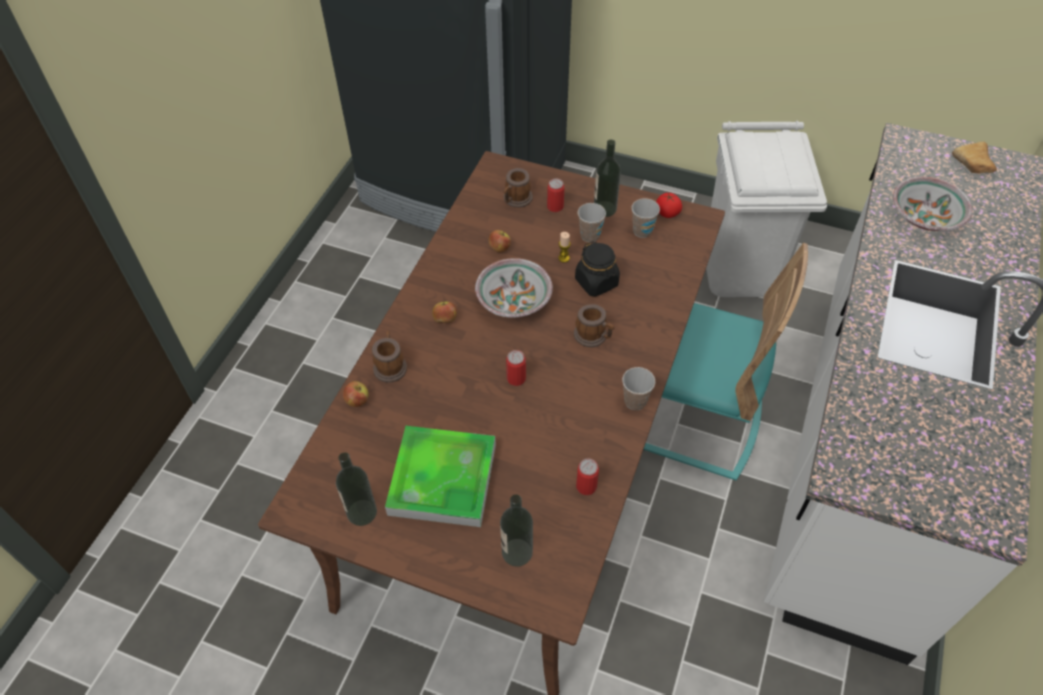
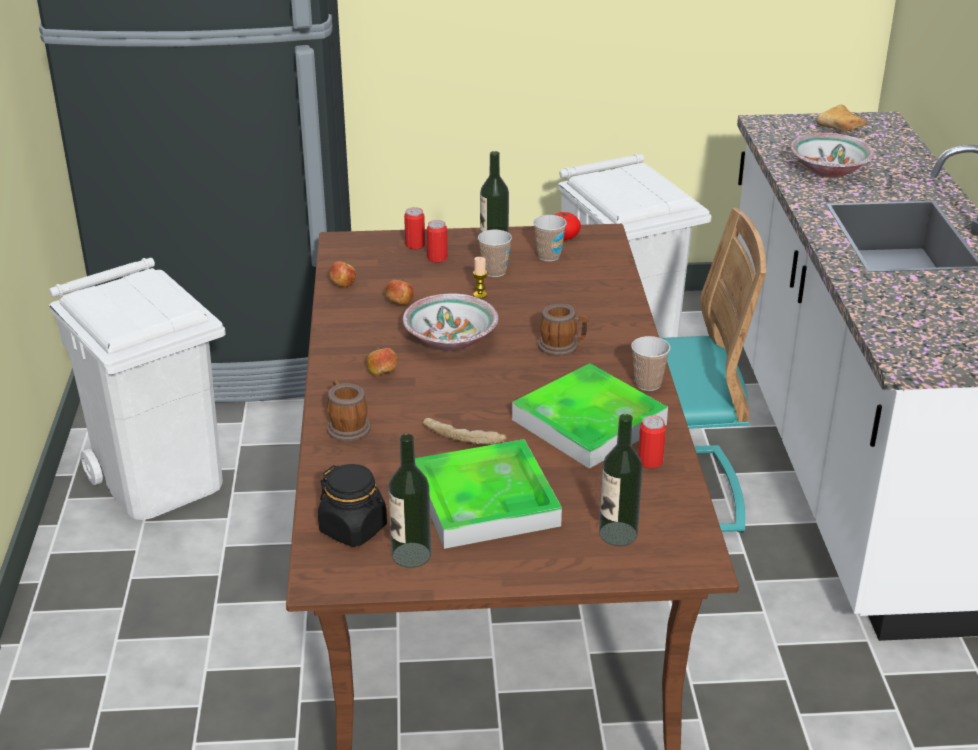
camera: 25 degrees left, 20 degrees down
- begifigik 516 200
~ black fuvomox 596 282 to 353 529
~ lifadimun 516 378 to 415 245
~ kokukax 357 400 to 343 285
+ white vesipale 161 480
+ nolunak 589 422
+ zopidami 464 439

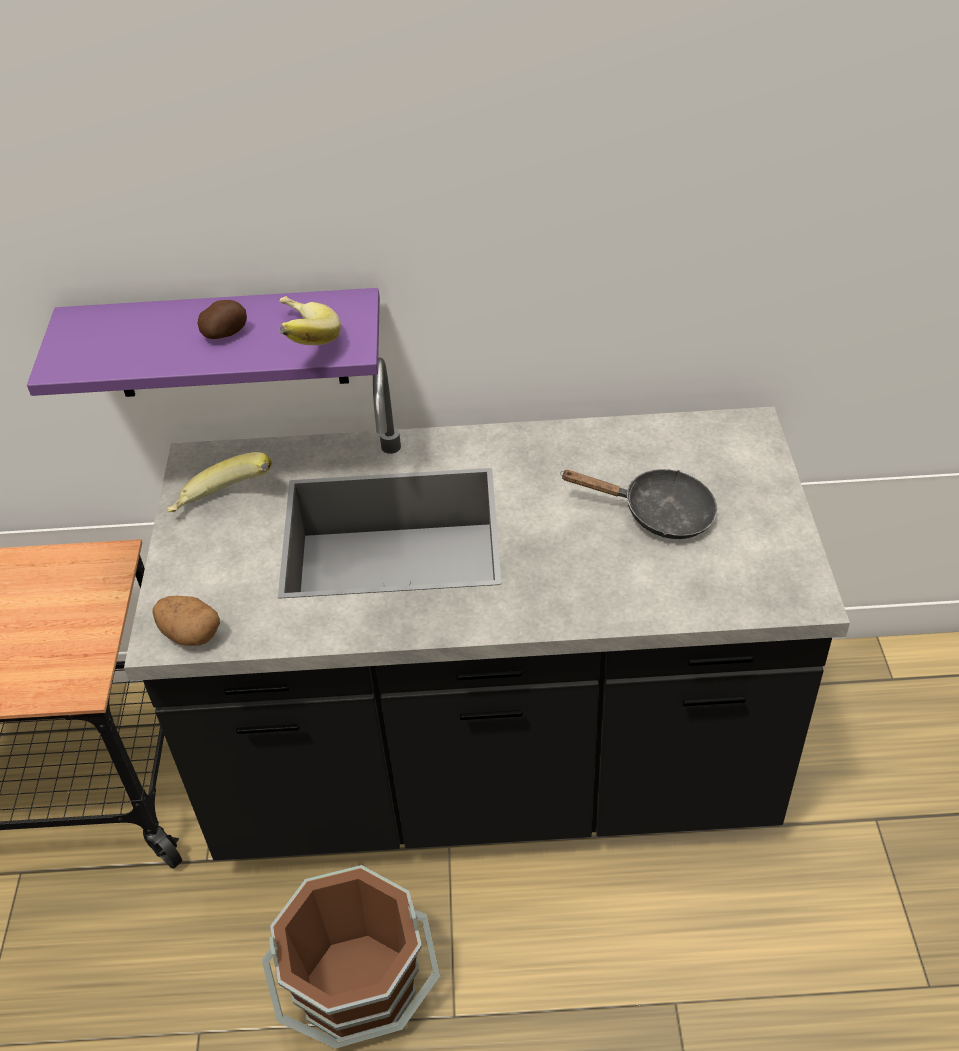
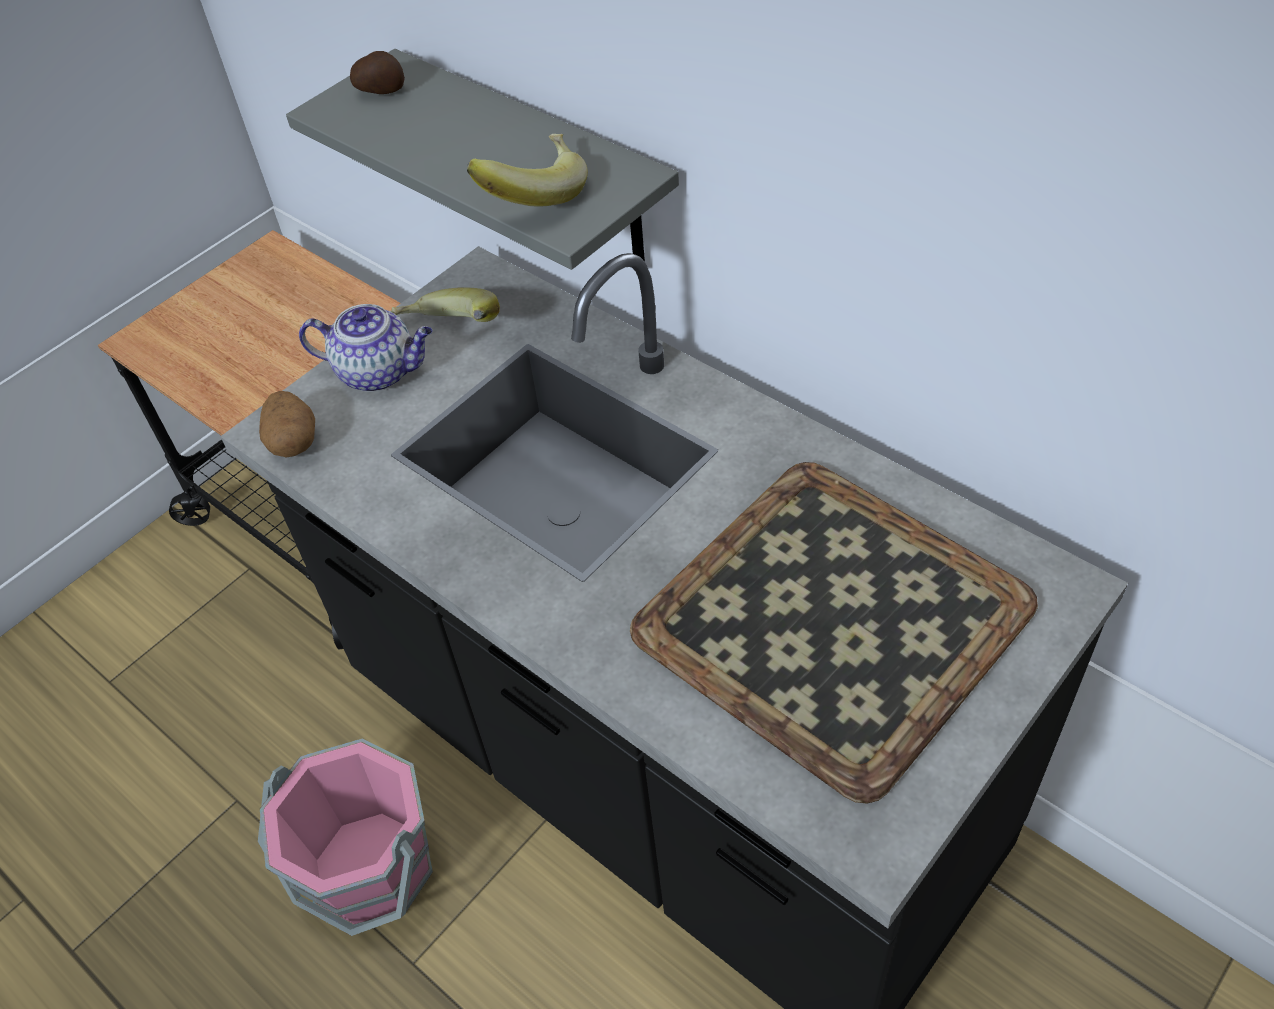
camera: 45 degrees right, 5 degrees up
~ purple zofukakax 227 343 to grey zofukakax 535 164
~ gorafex 225 334 to 382 91
~ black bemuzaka 658 513 to nolunak 828 619
~ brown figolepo 359 988 to pink figolepo 370 870
+ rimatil 379 372

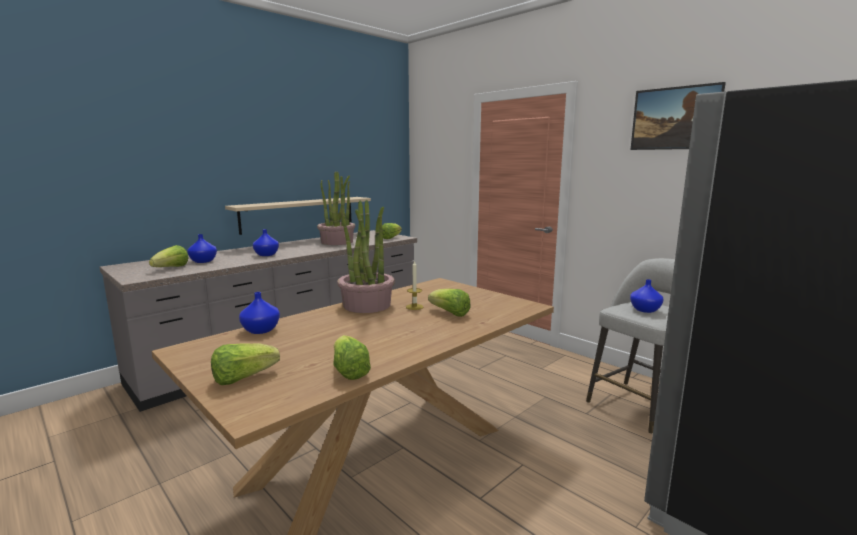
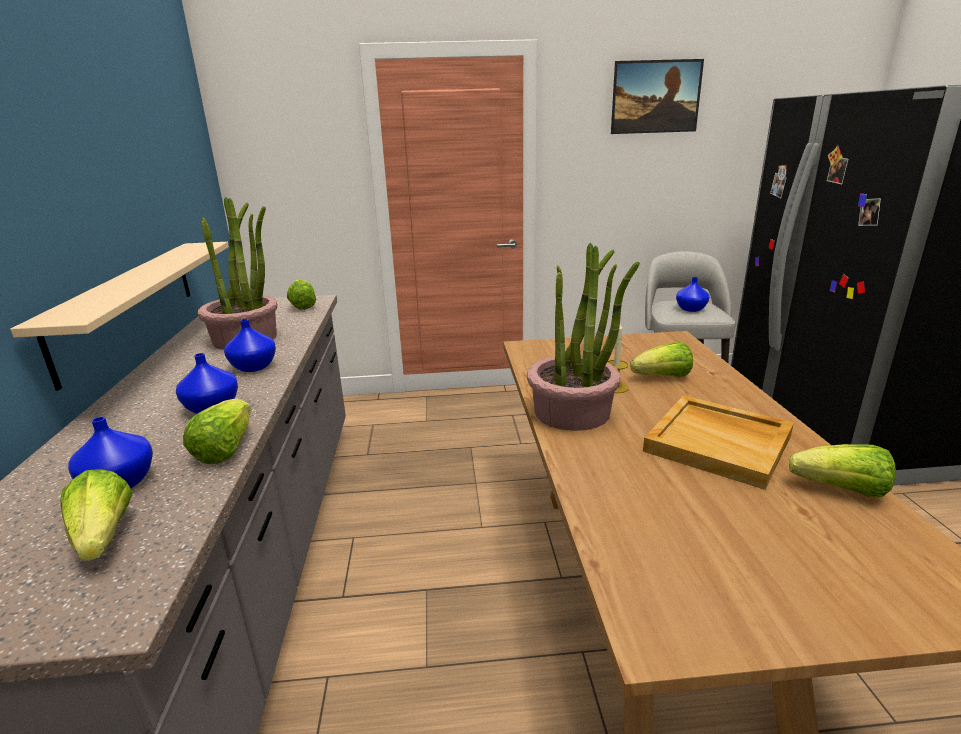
camera: 50 degrees left, 10 degrees up
~ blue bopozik 261 330 to 255 366
~ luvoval 243 378 to 225 449
+ beige nolunak 719 443

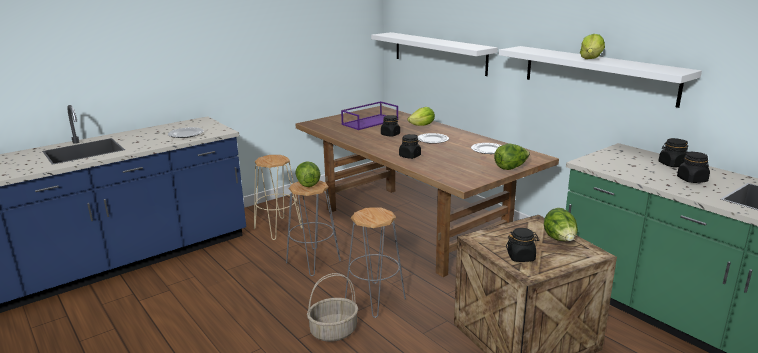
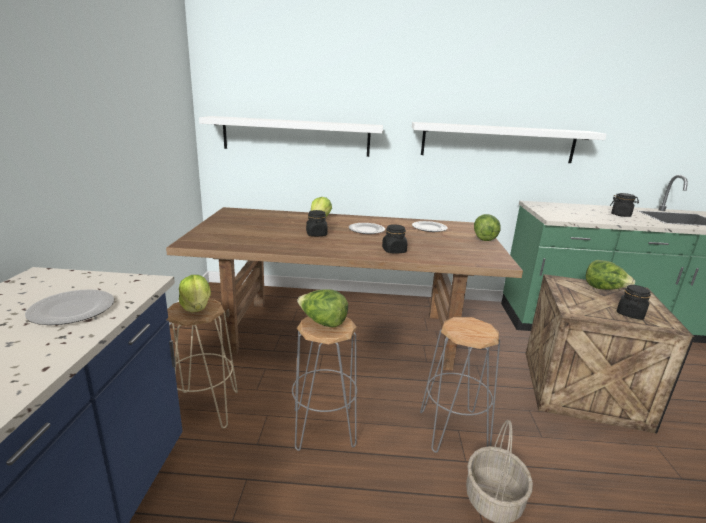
camera: 50 degrees left, 0 degrees up
~ luvoval 591 59 to 196 308
- purple nolunak 370 122
- black fuvomox 672 164

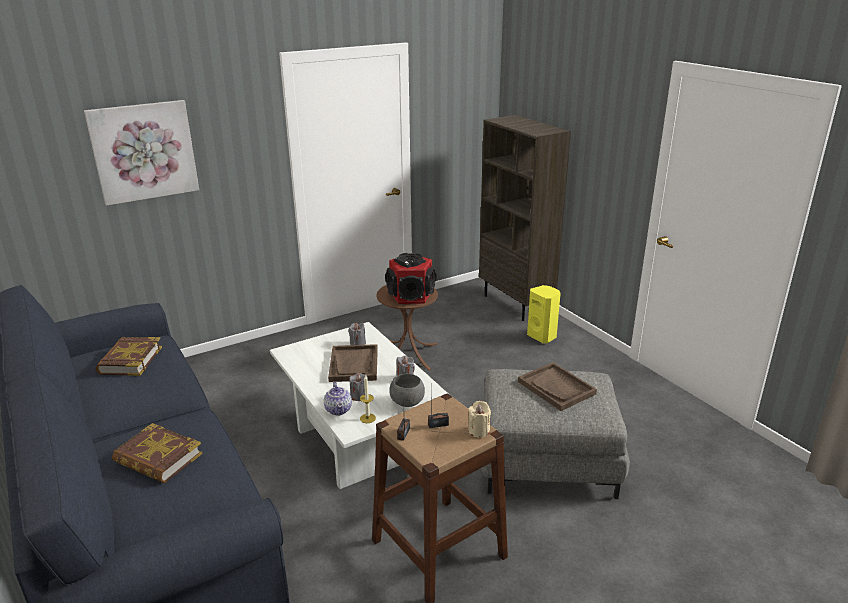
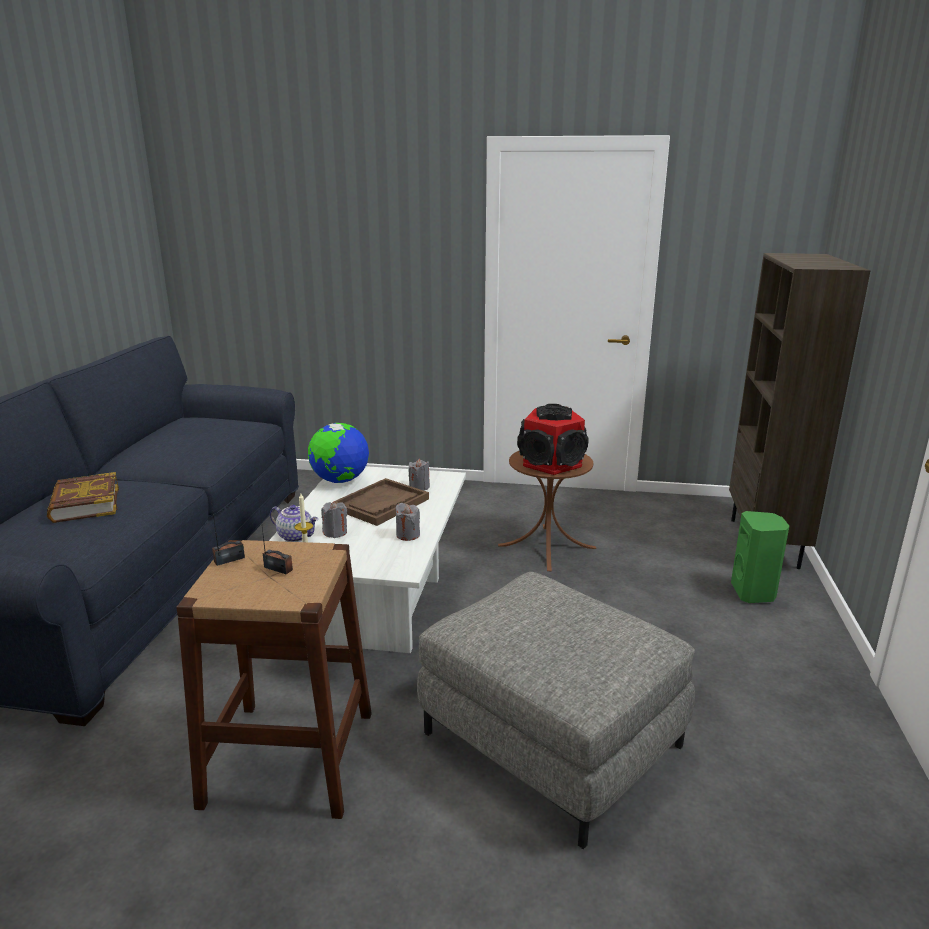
camera: 40 degrees right, 5 degrees down
- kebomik 144 151
~ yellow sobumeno 542 336 to green sobumeno 754 593
- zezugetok 130 360
- brown nolunak 556 388
- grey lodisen 407 403
~ rimatil 339 410 = 296 536 90 degrees counterclockwise
- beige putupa 479 431
+ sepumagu 340 481

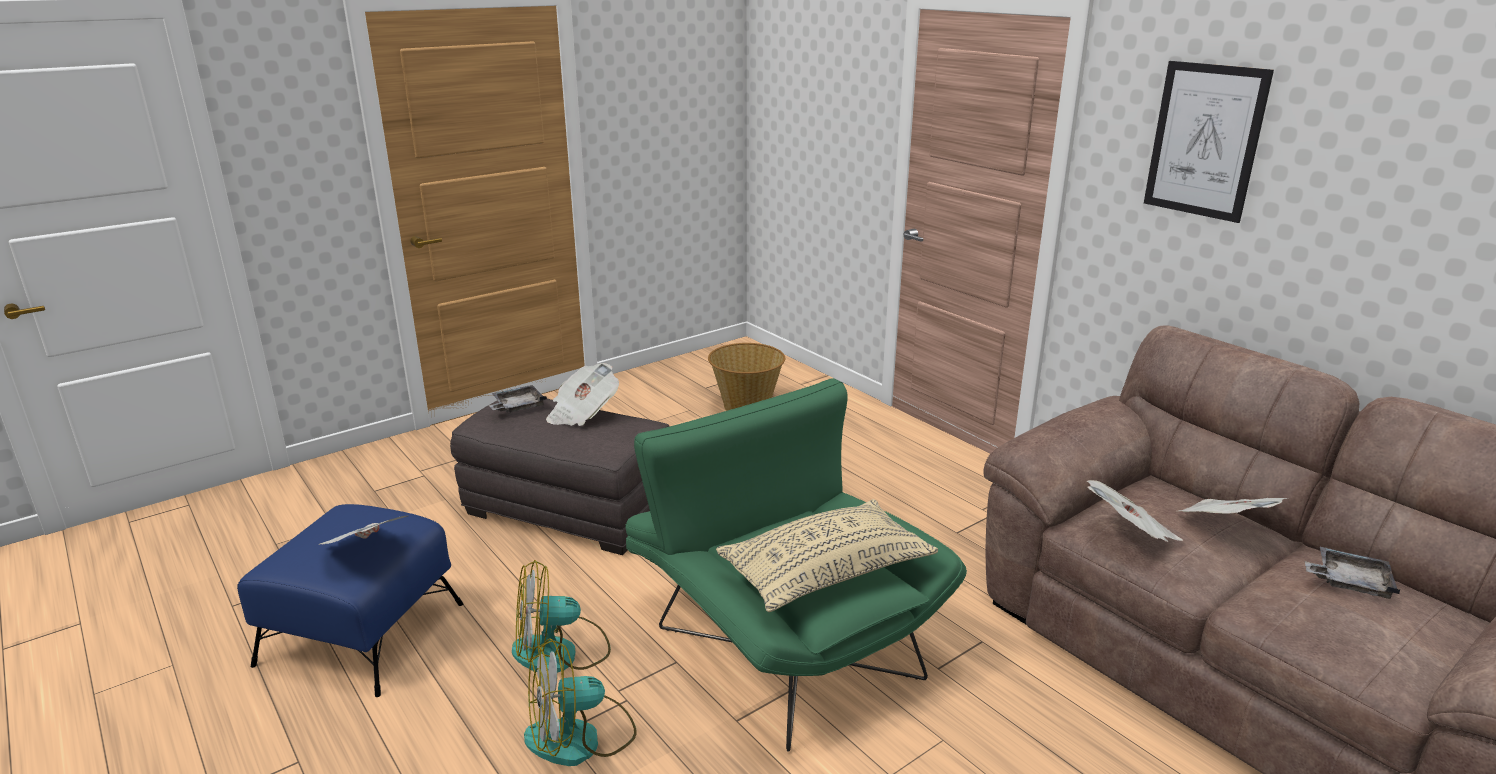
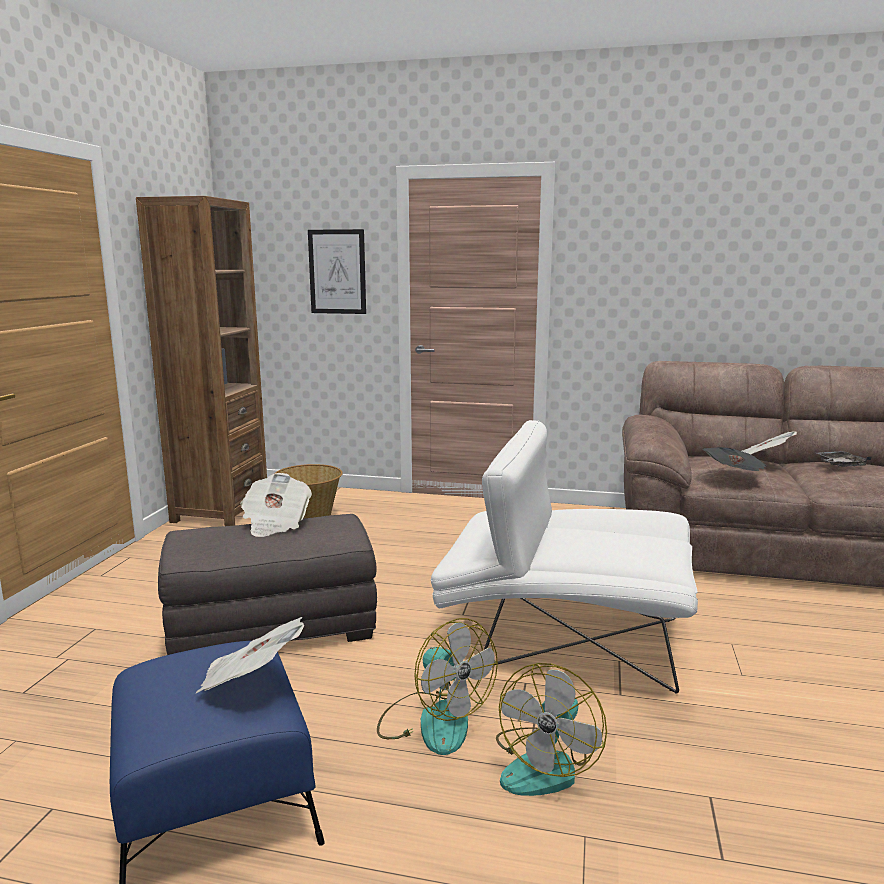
camera: 40 degrees left, 10 degrees down
~ kebomik 1205 141 to 337 272
~ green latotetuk 780 638 to white latotetuk 563 637
- grey nolunak 518 406
- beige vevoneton 826 572
~ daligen 560 653 = 433 721 75 degrees counterclockwise
+ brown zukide 220 511

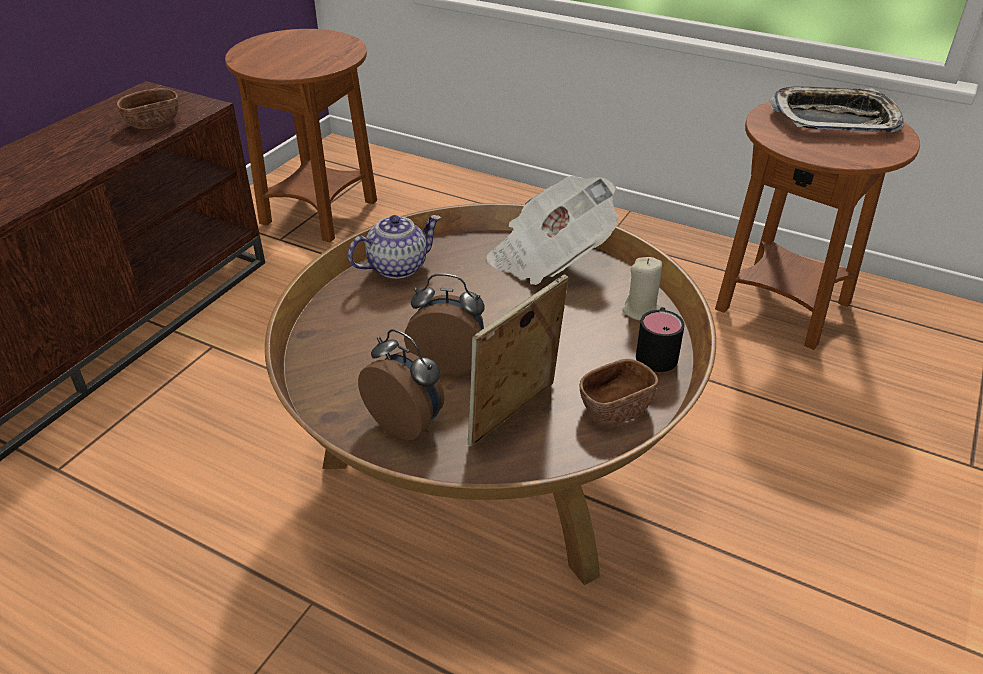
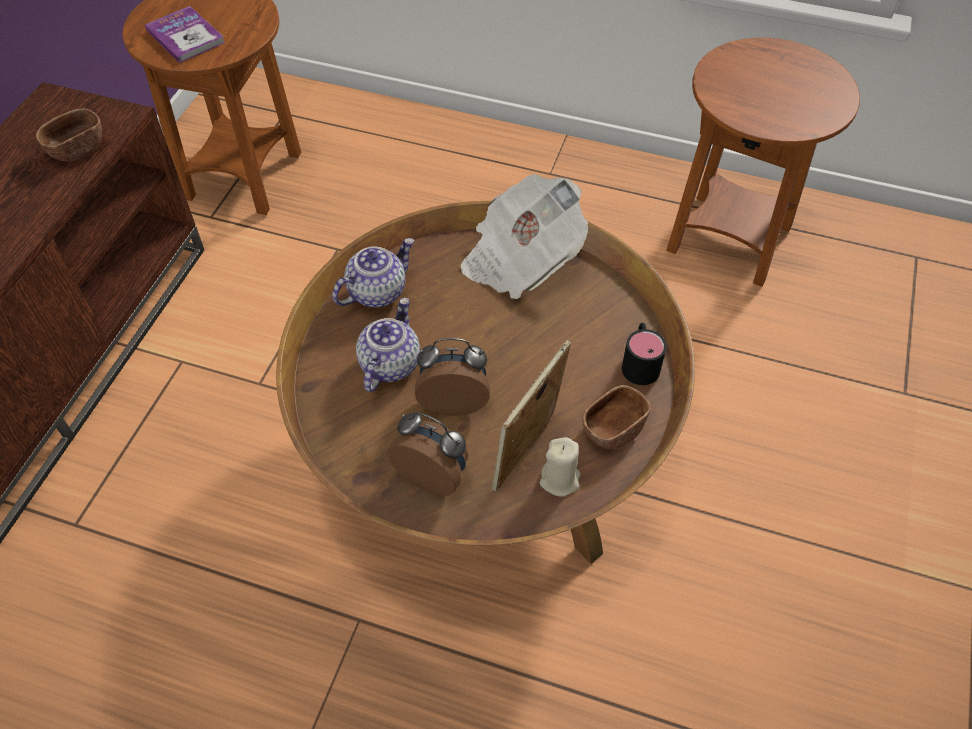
camera: 10 degrees left, 15 degrees up
- nolunak 834 119
~ beige putupa 641 311 to 560 480
+ zezugetok 185 36
+ rimatil 389 363

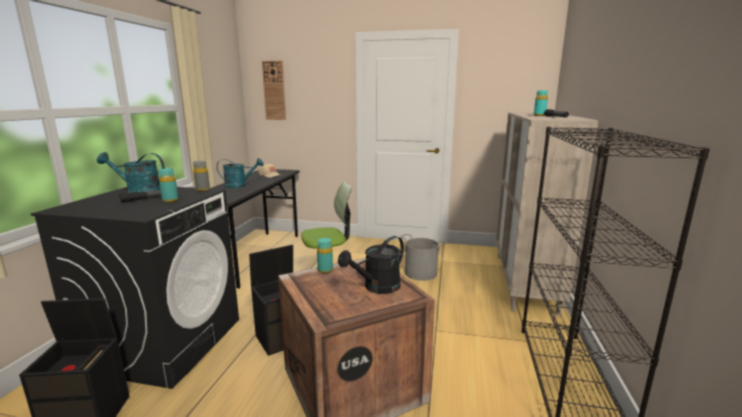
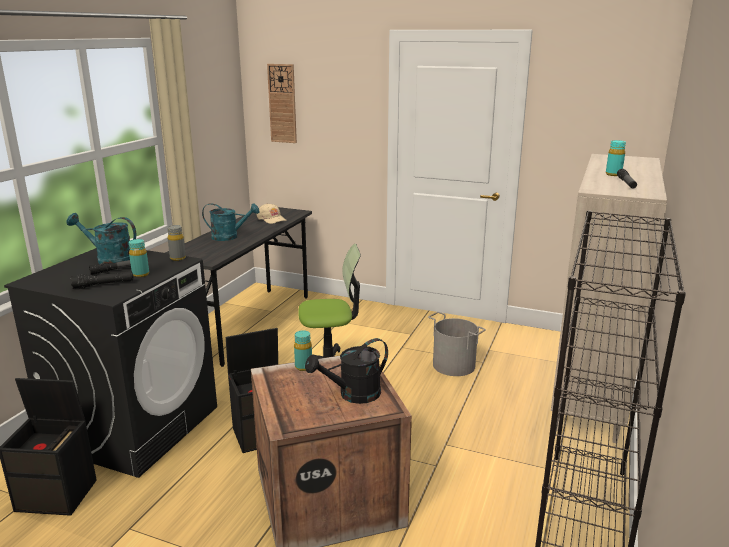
camera: 10 degrees right, 5 degrees up
+ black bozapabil 103 285

